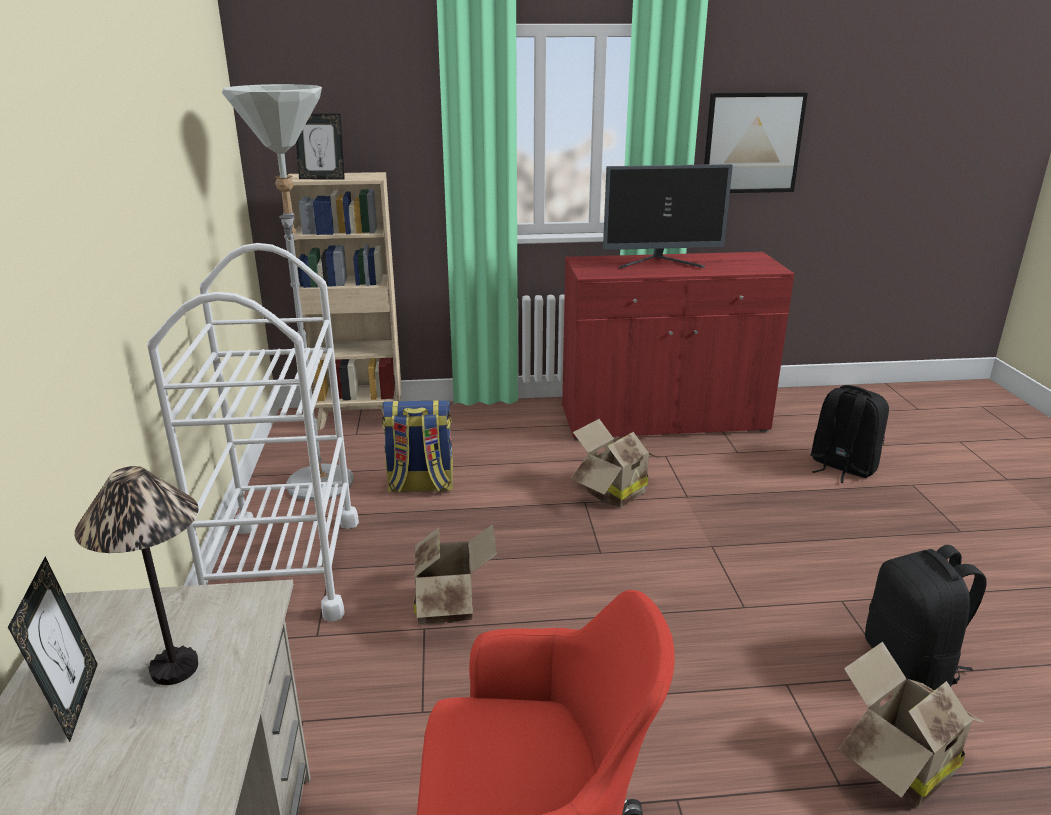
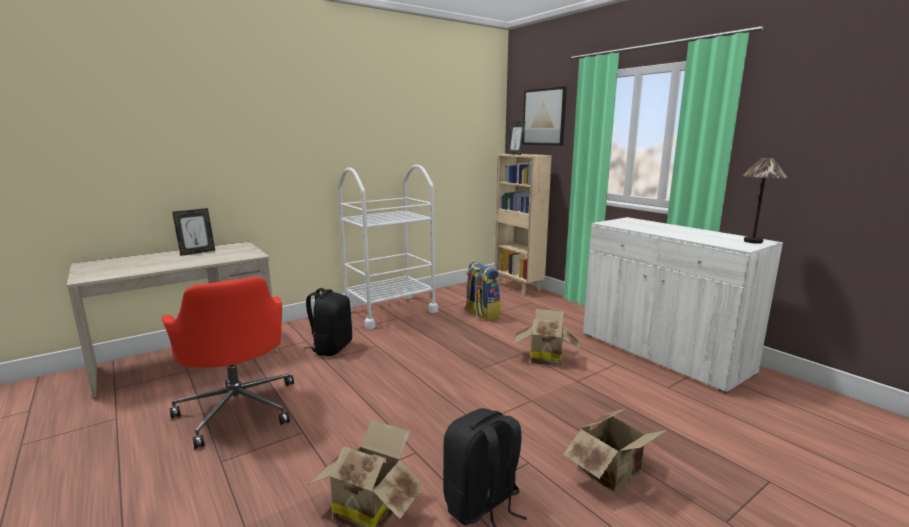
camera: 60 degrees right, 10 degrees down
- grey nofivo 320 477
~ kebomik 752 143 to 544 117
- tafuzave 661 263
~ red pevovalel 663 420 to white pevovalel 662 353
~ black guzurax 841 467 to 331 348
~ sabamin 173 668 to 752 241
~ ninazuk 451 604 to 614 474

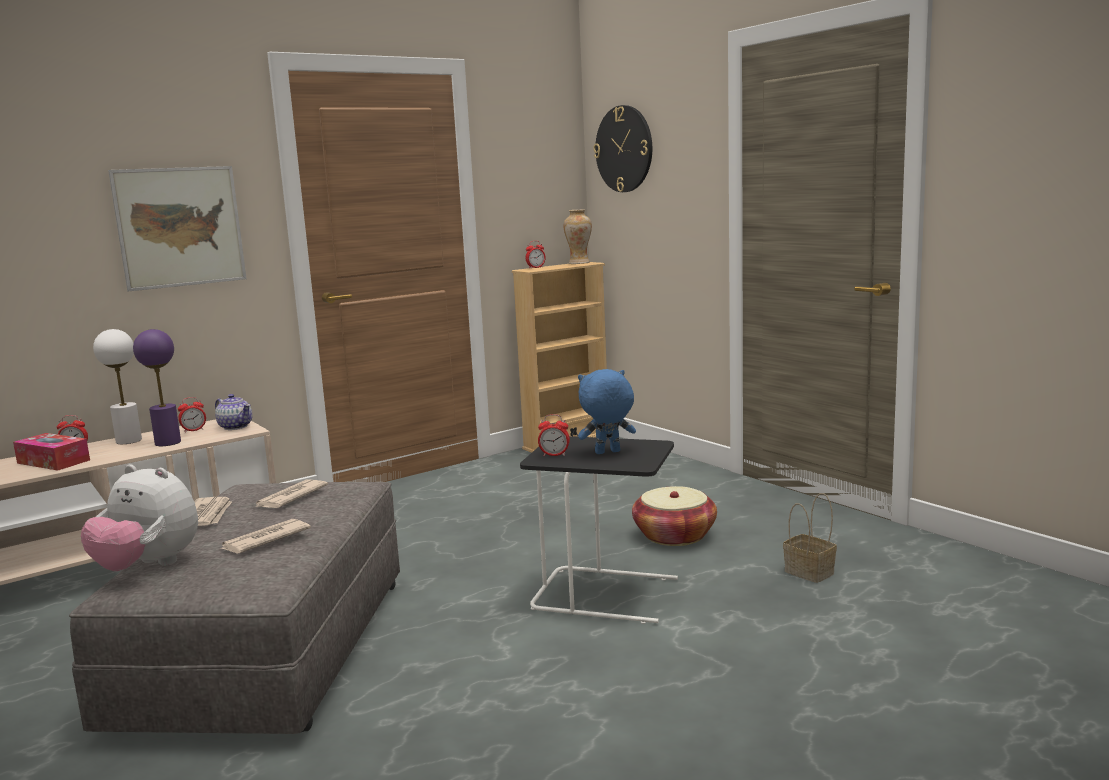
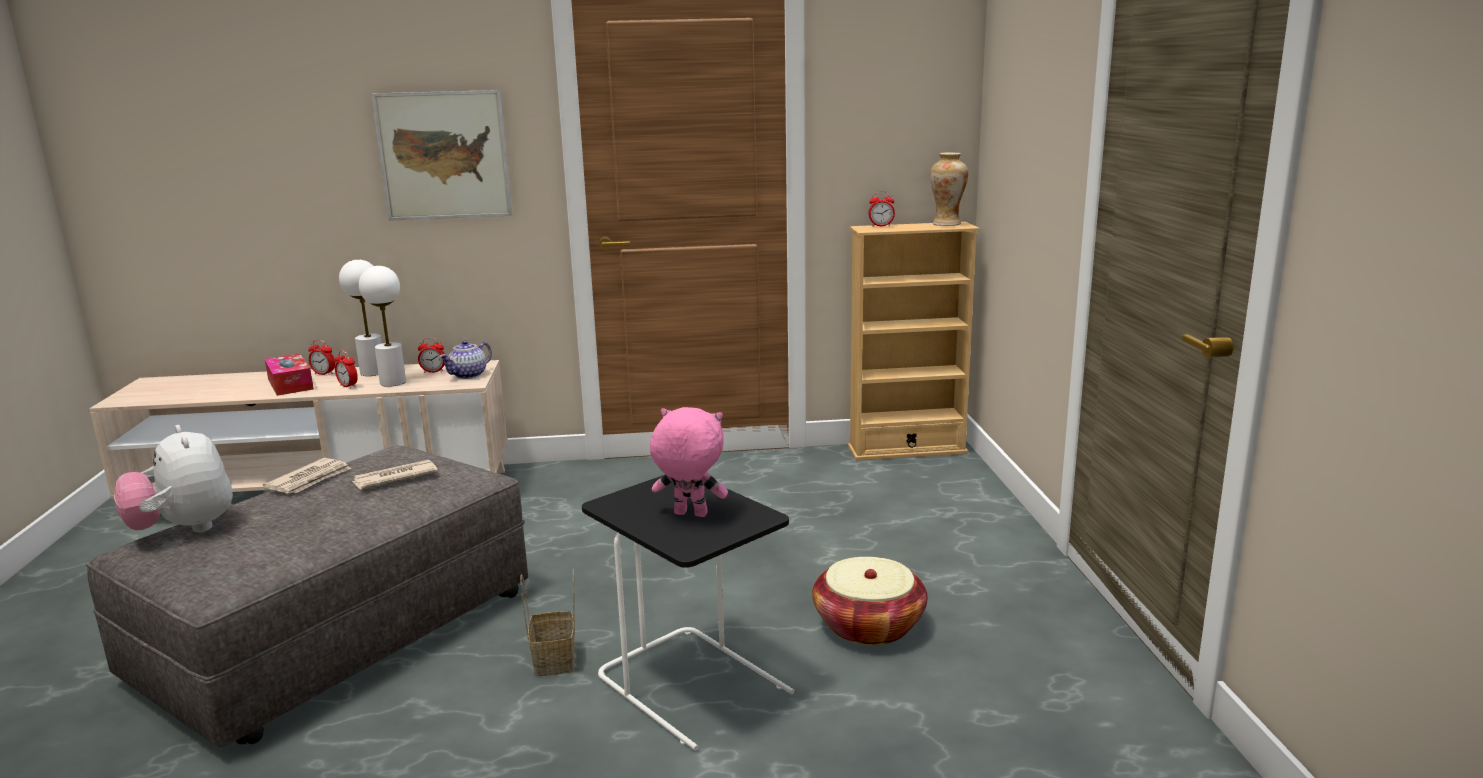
camera: 30 degrees right, 5 degrees up
- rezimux 624 149
~ purple sabamin 168 443 to white sabamin 393 382
~ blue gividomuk 607 452 to pink gividomuk 689 515
~ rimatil 235 426 = 469 375 60 degrees clockwise
~ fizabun 554 455 to 348 386
~ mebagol 811 572 to 555 661
- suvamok 264 540

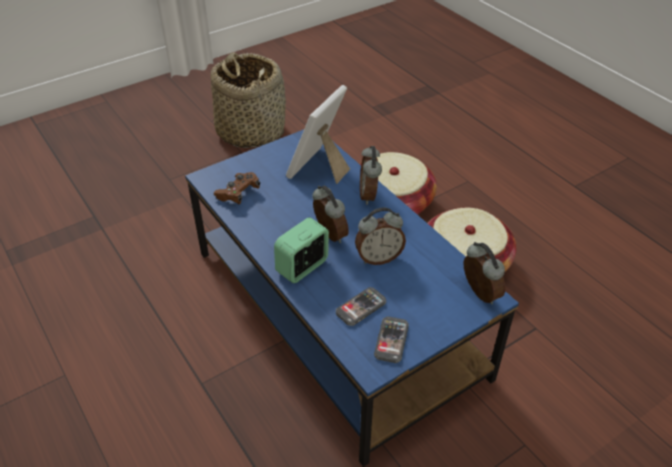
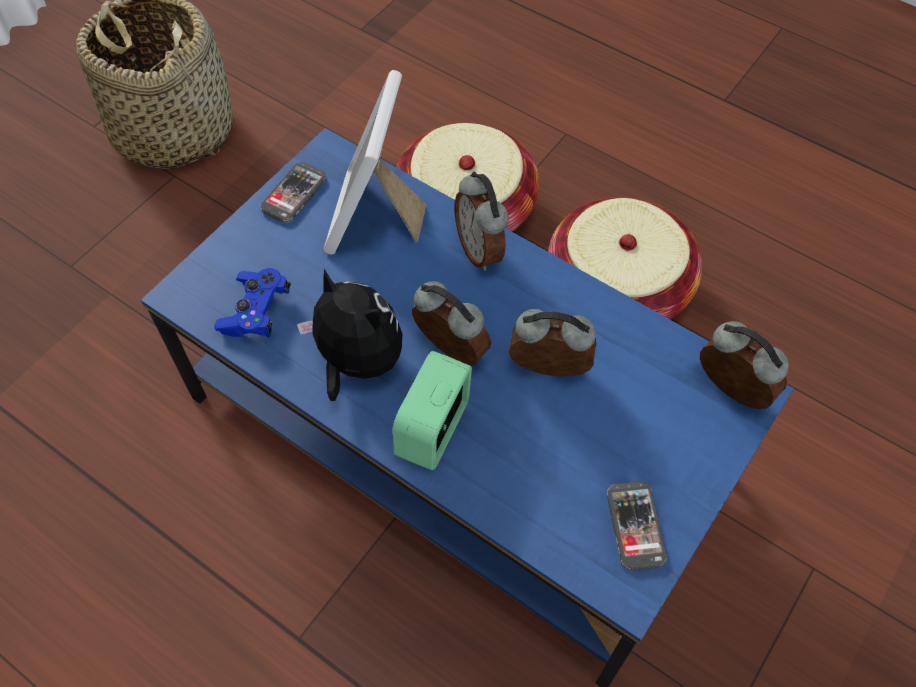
camera: 20 degrees left, 15 degrees up
~ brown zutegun 238 193 to blue zutegun 256 312
~ fizabun 378 258 = 548 371 135 degrees counterclockwise
~ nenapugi 361 307 to 294 194
+ gividomuk 356 362

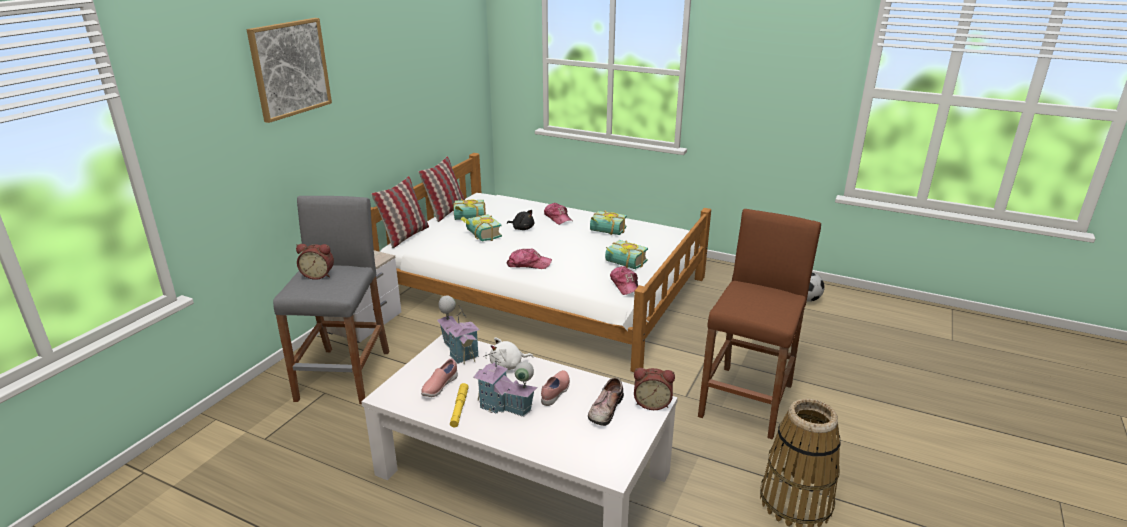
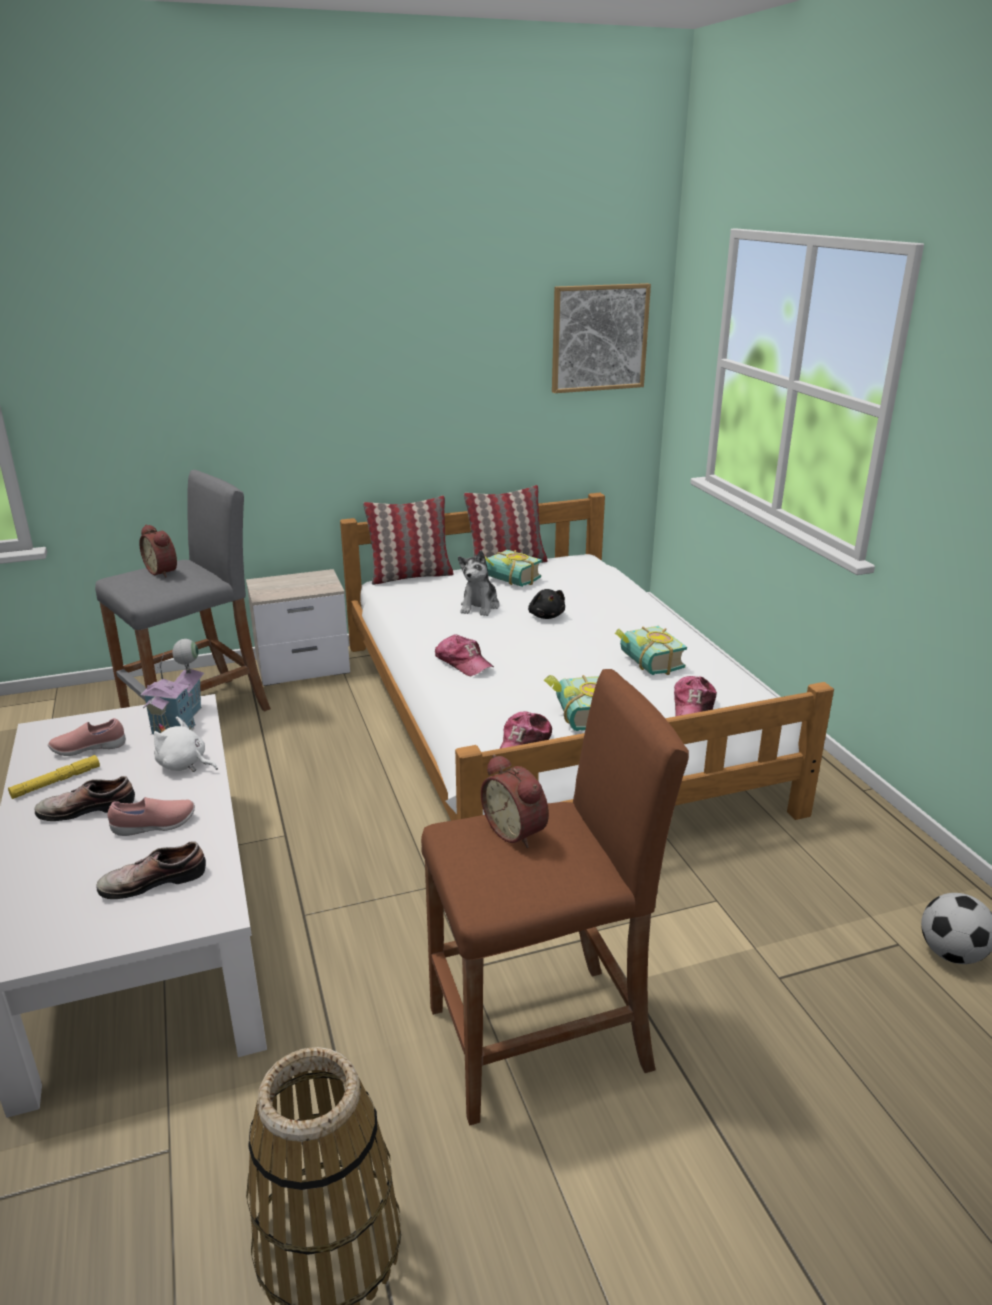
camera: 45 degrees right, 0 degrees up
~ kebomik 290 68 to 599 338
~ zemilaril 558 218 to 693 708
~ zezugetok 480 236 to gividomuk 480 606
~ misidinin 505 406 to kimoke 87 807
~ fizabun 652 403 to 517 830

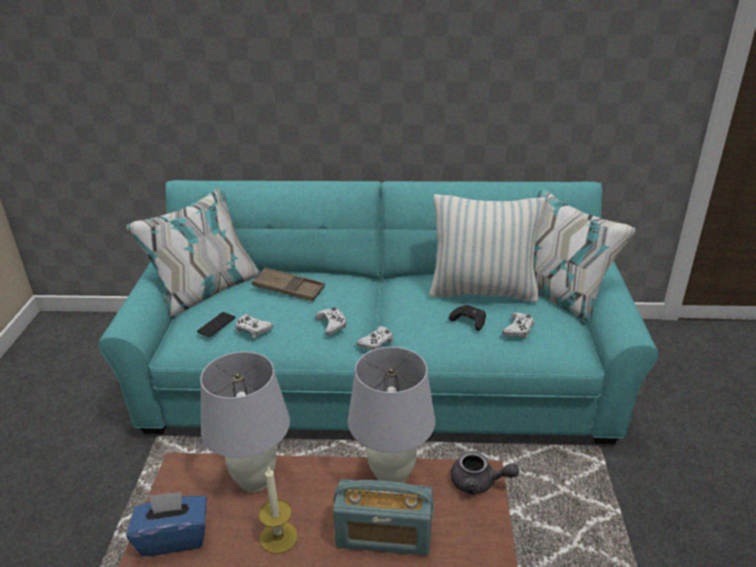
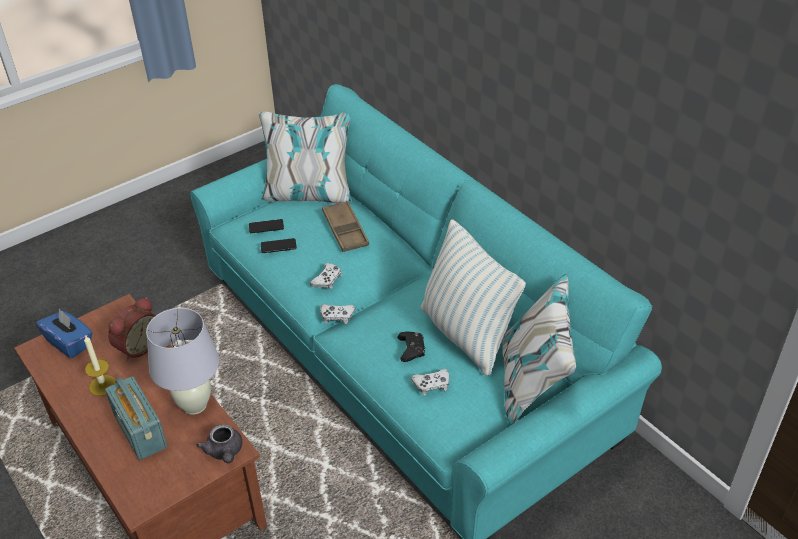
camera: 50 degrees right, 10 degrees up
~ white zutegun 252 329 to nenapugi 278 246
~ white sabamin 254 481 to fizabun 137 346

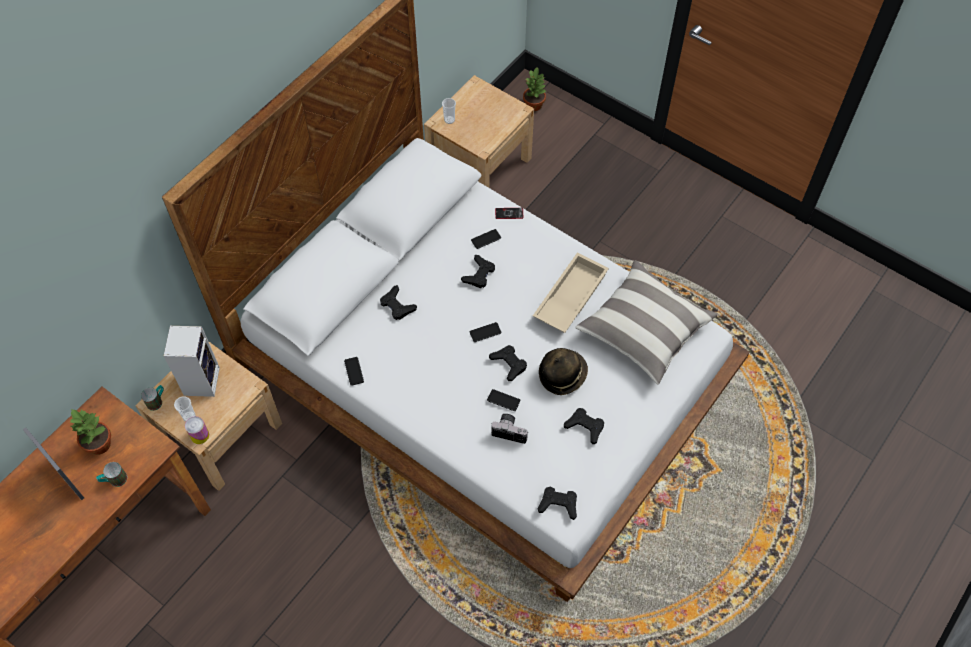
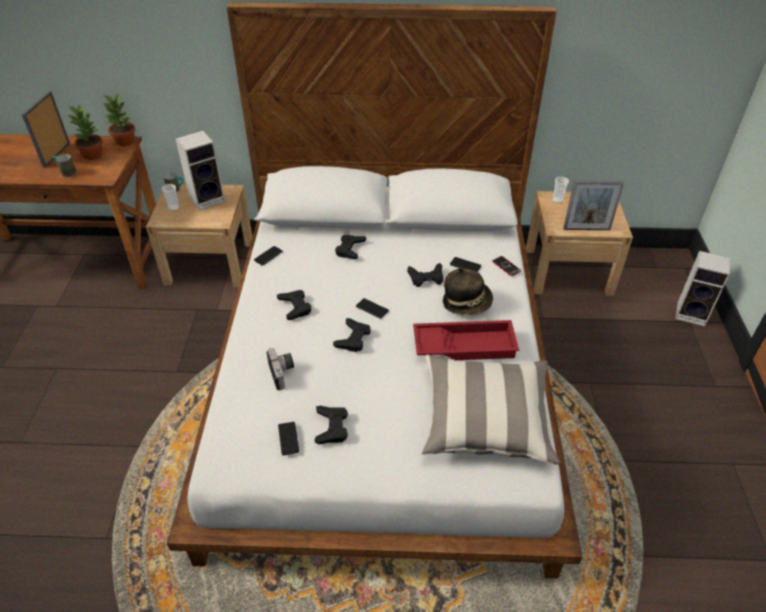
camera: 55 degrees right, 15 degrees down
~ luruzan 534 105 to 125 142
~ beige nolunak 569 296 to red nolunak 464 344
~ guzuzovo 562 374 to 467 302
~ nenapugi 503 400 to 288 438
- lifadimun 200 435
~ black zutegun 558 504 to 295 307
+ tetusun 586 229
+ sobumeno 692 314

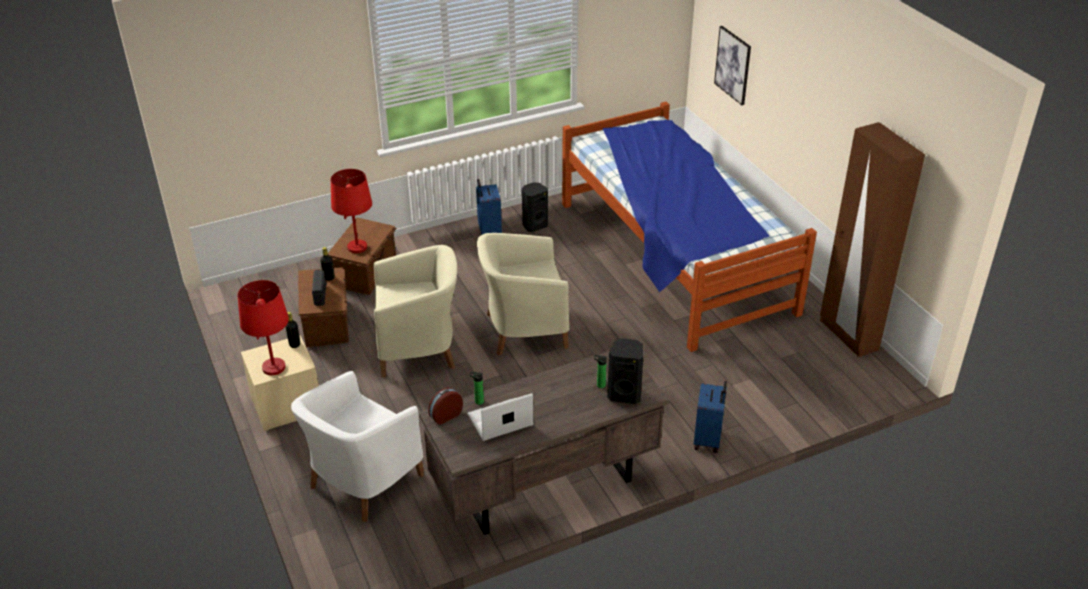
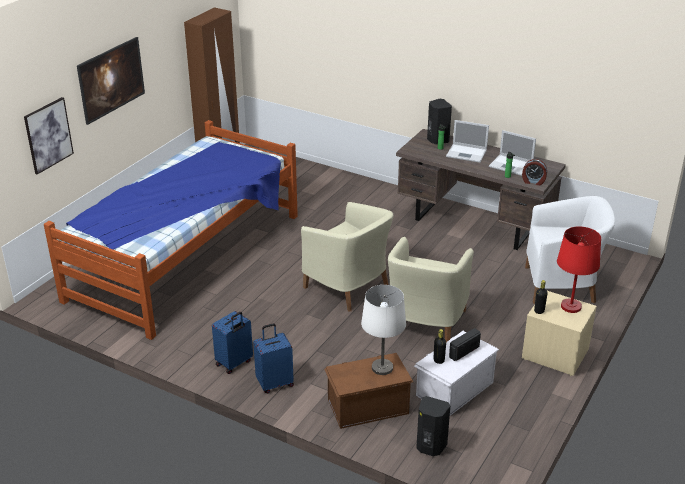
camera: 125 degrees left, 5 degrees down
~ red sabamin 357 247 to white sabamin 382 368
~ black sobumeno 534 225 to 430 447
~ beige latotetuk 419 349 = 425 324 120 degrees counterclockwise
~ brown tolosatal 327 322 to white tolosatal 453 388
~ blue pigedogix 708 439 to 275 383
+ kebomik 113 94
+ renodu 467 153

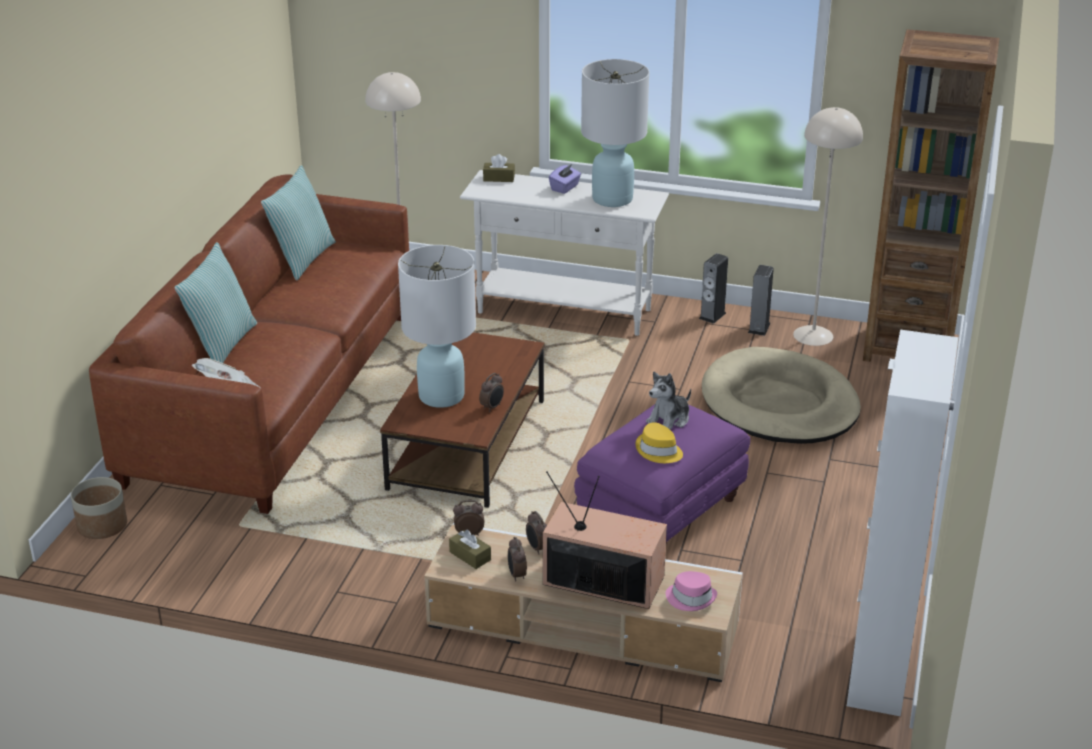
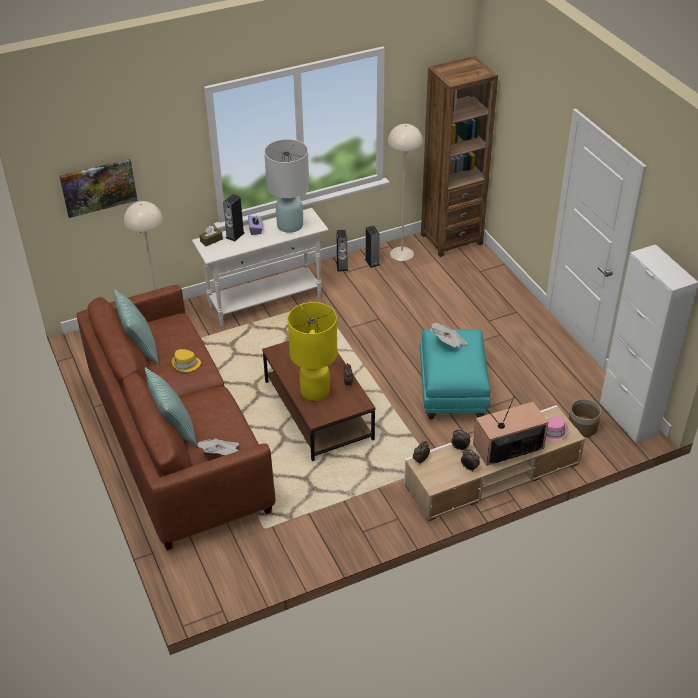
camera: 40 degrees left, 10 degrees up
~ white sabamin 441 396 to yellow sabamin 315 391
- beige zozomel 779 404
~ gividomuk 669 420 to suvamok 448 343
~ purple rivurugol 662 510 to turquoise rivurugol 452 392
~ yellow guzuzovo 658 451 to 186 364
~ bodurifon 102 525 to 582 427
- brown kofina 470 556
+ kebomik 98 187
+ sobumeno 235 235

